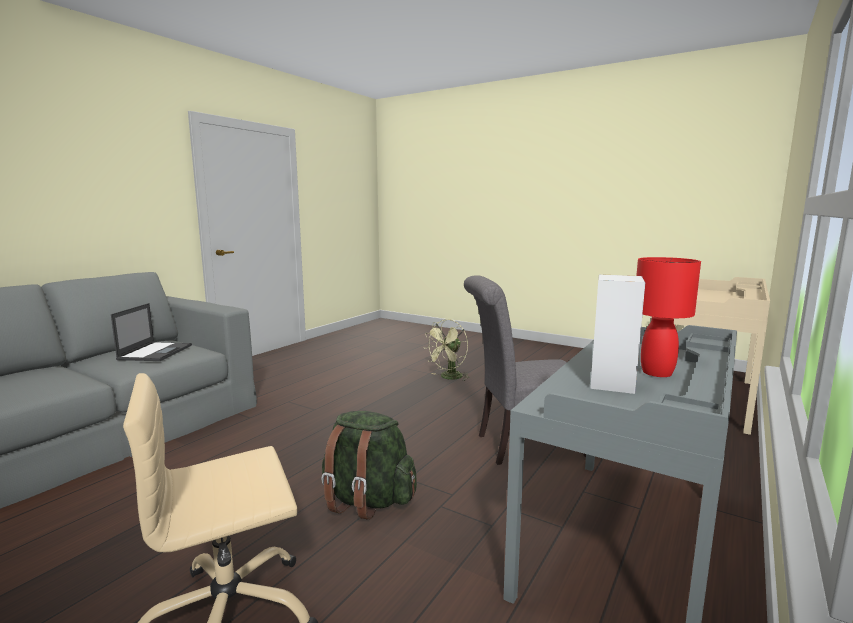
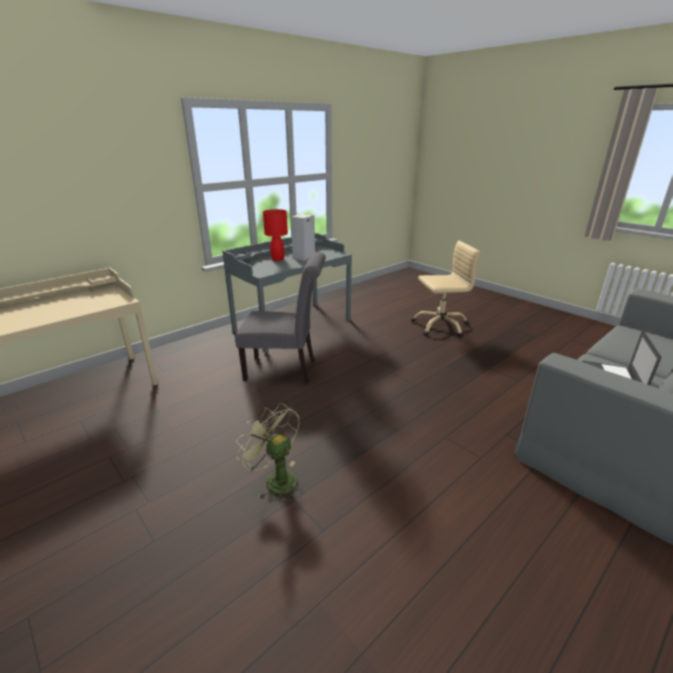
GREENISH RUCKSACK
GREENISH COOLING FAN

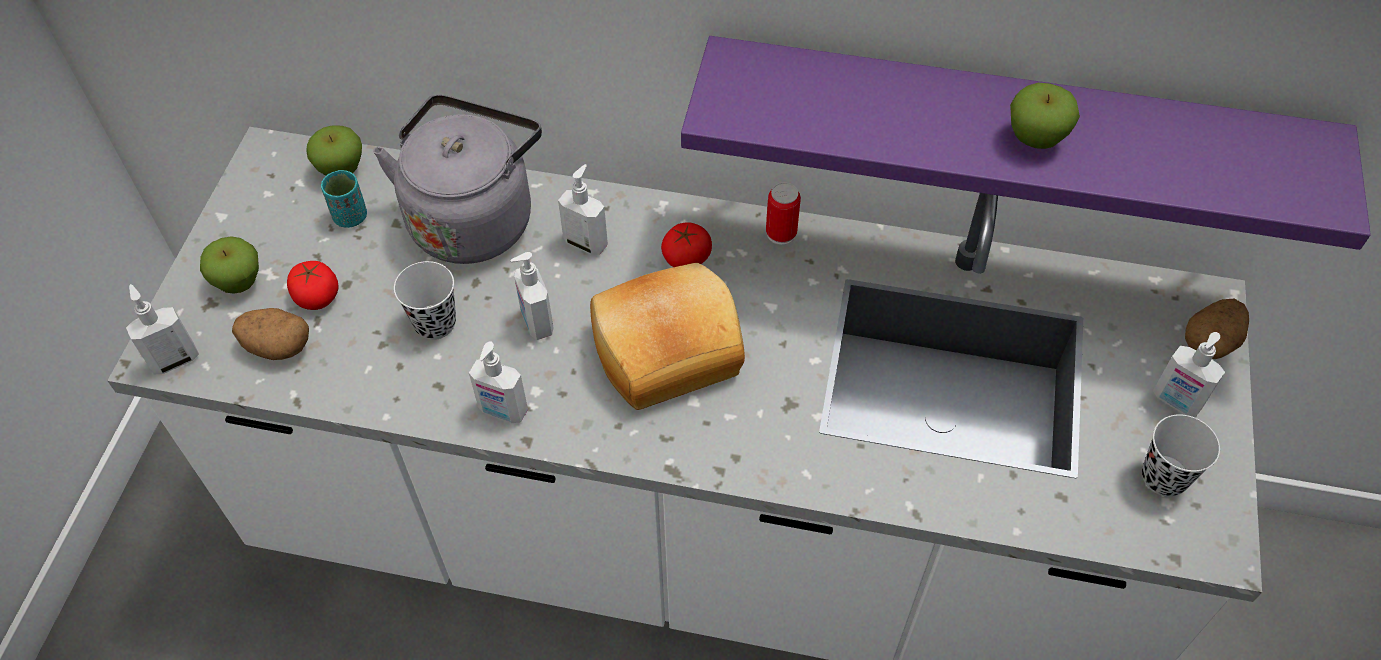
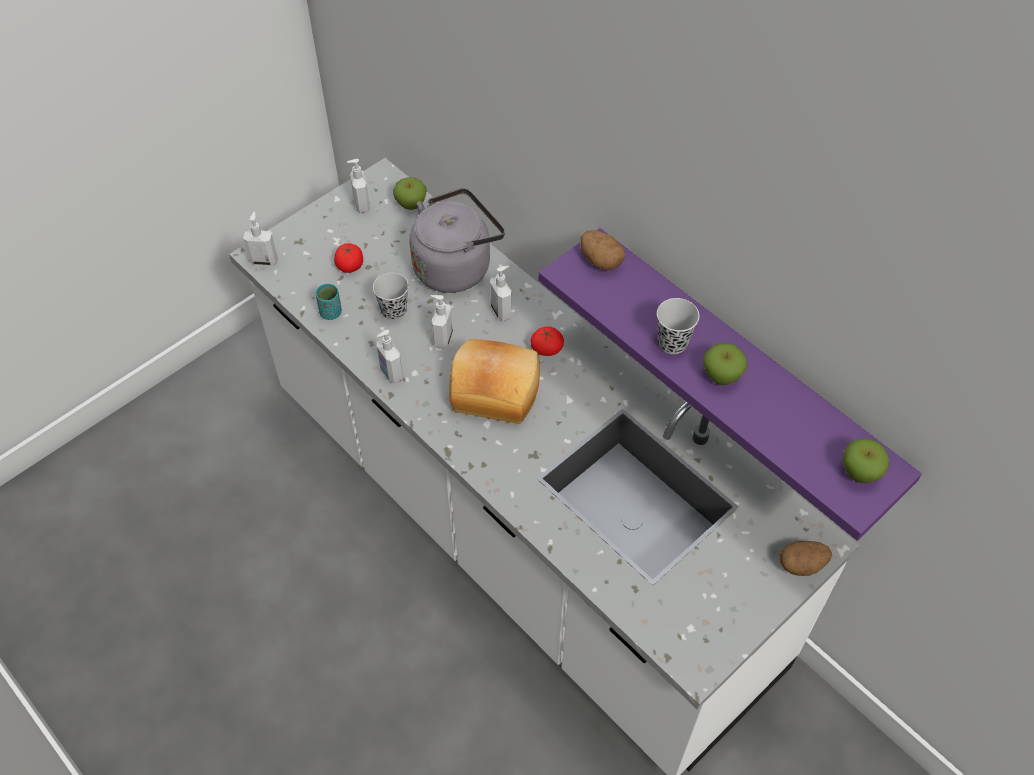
APPLE FRUIT (no. 3 from left)
WHOLE POTATO (no. 1 from left)
TURQUOISE-COLOURED DRINKING CUP
METAL CAN
BLACK DRINKING CUP (no. 2 from left)
LIQUID SOAP BOTTLE (no. 2 from left)

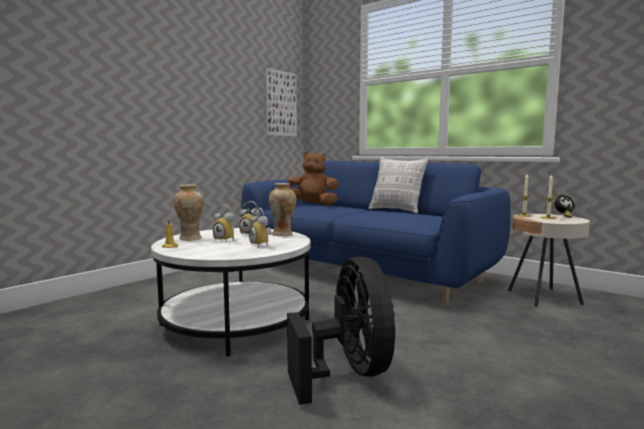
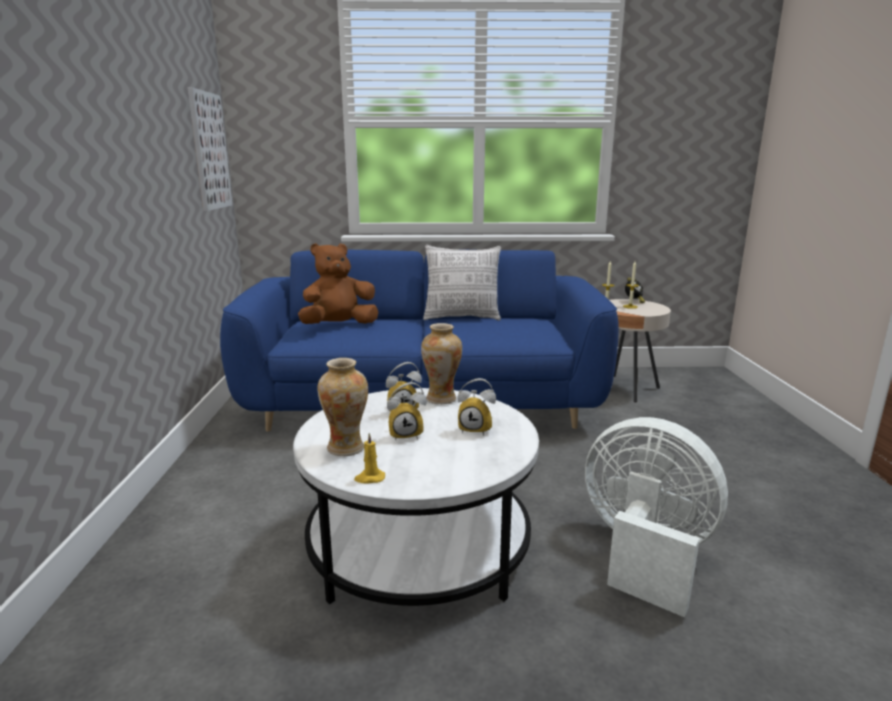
WHITISH COOLING FAN

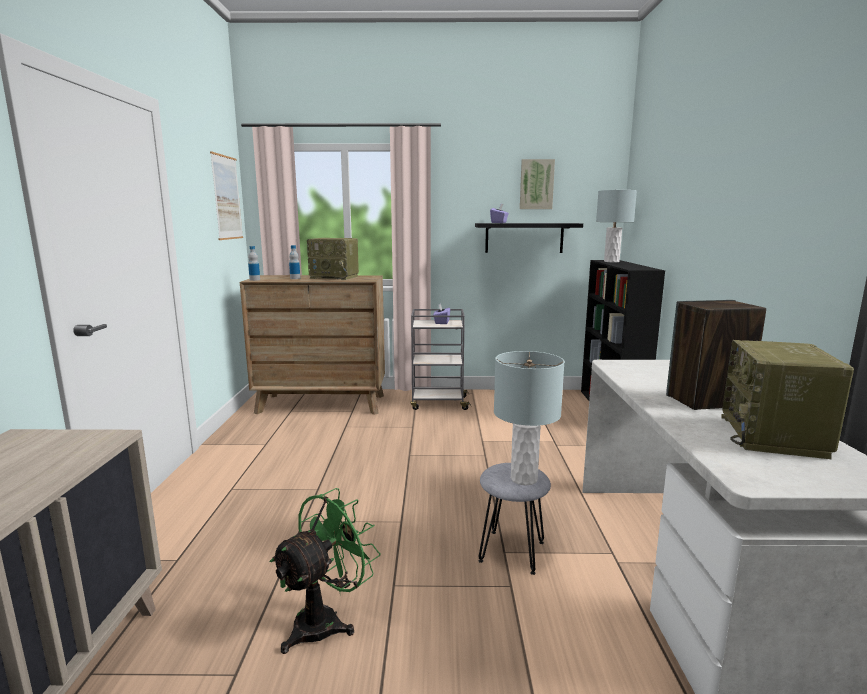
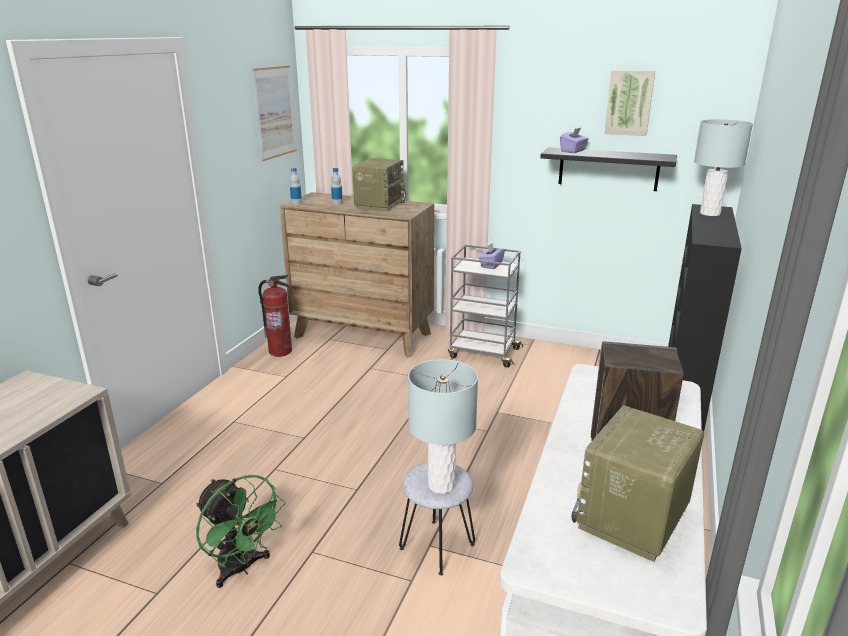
GREENISH COOLING FAN
RADIO SET (no. 1 from left)
FIRE EXTINGUISHER

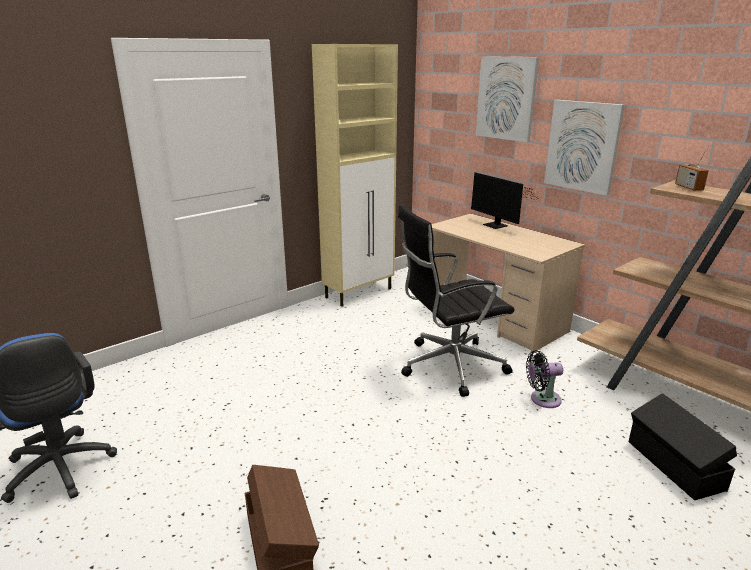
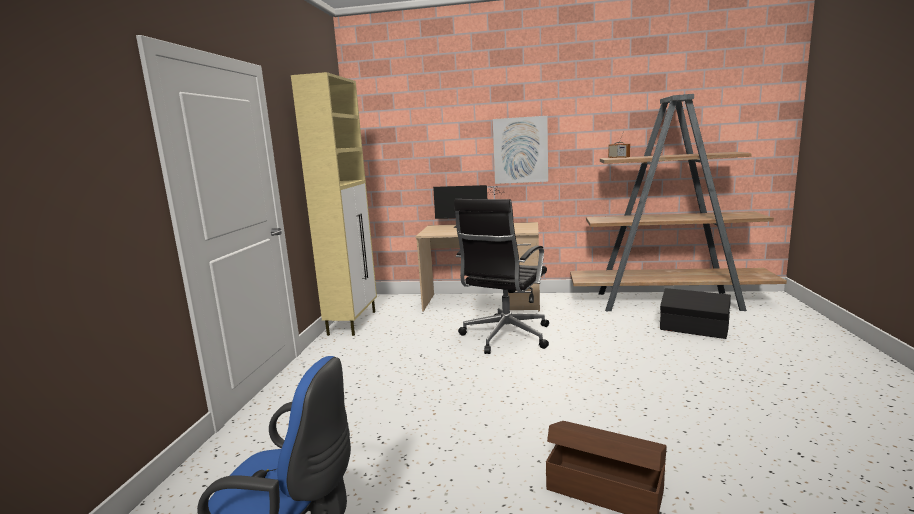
WALL ART (no. 1 from left in the first image)
BLACK COOLING FAN

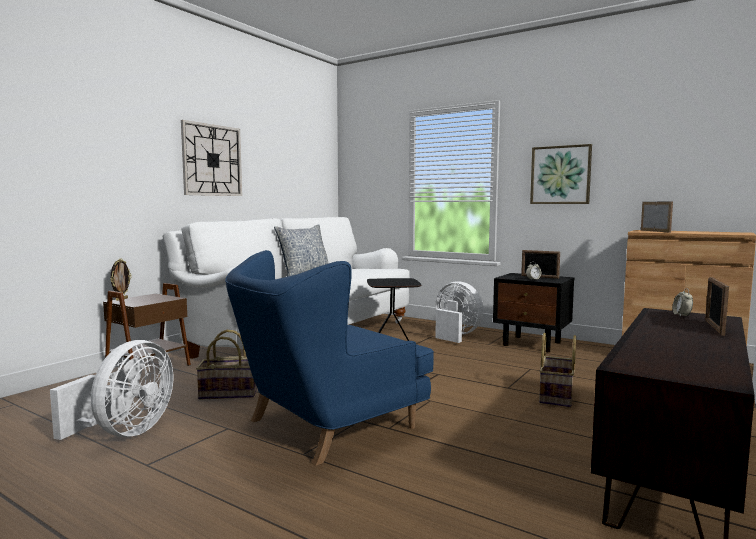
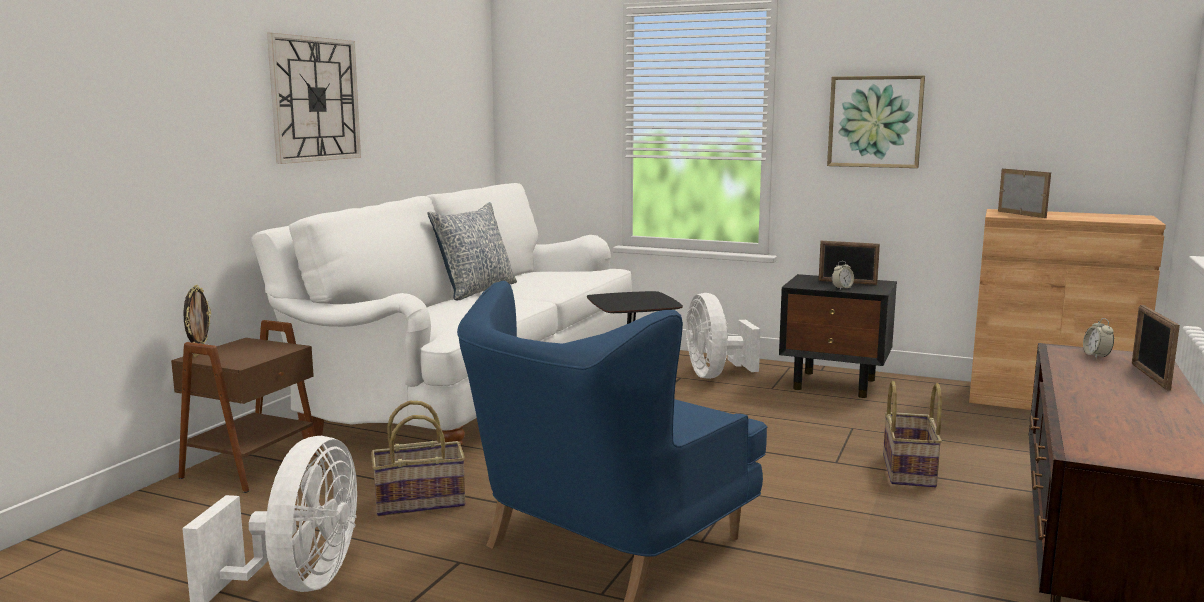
WHITISH COOLING FAN (no. 2 from left)

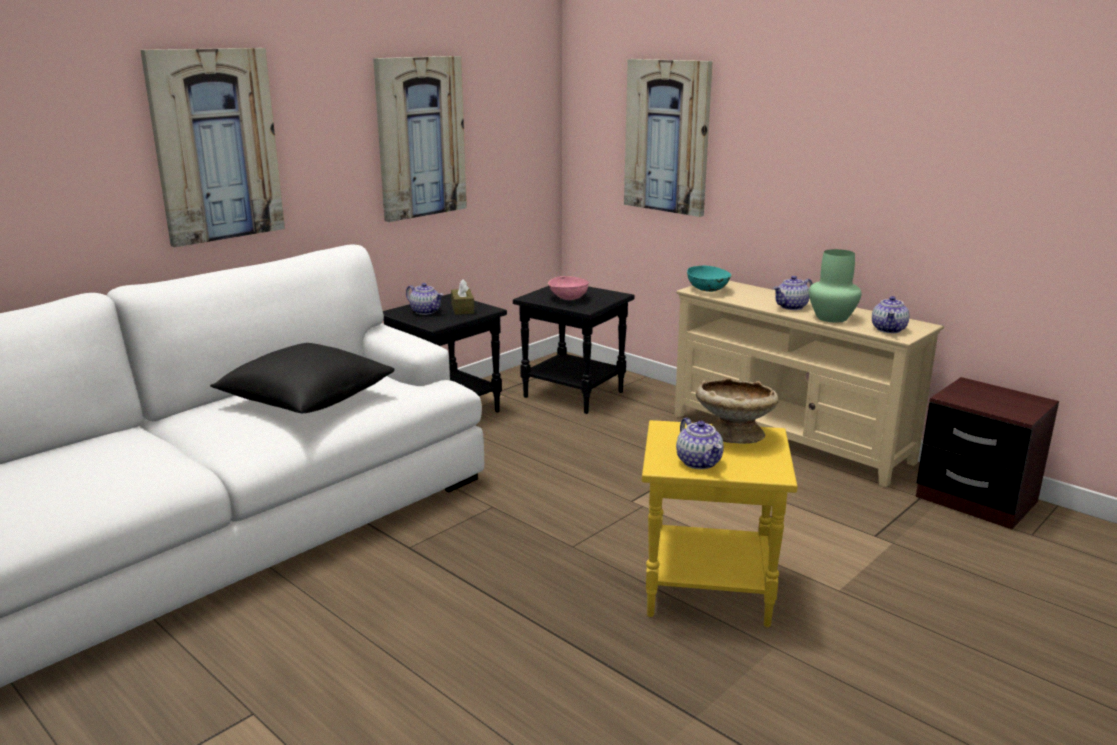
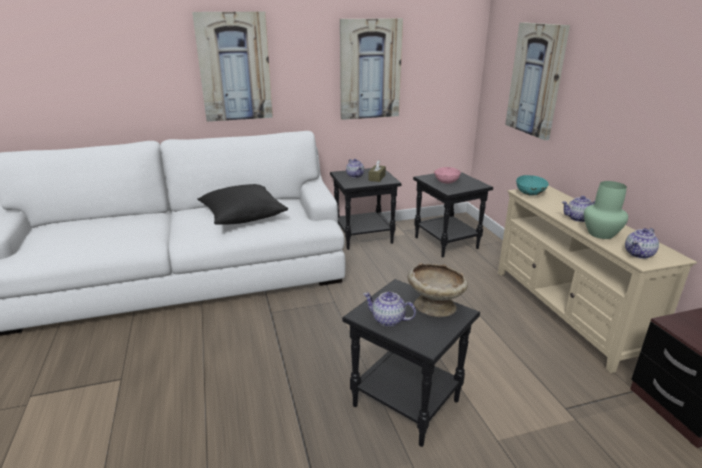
BLACK SIDE TABLE (no. 2 from left)
POT FOR TEA (no. 2 from left)

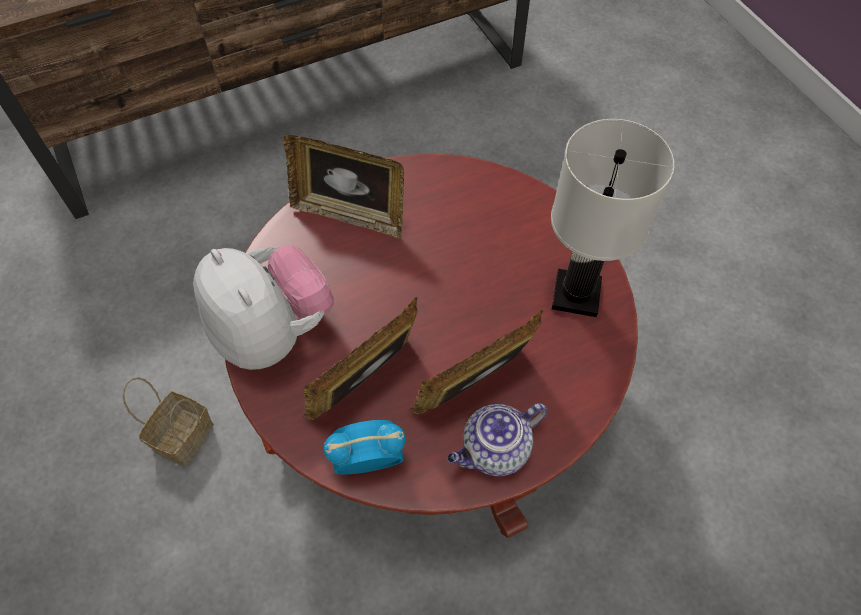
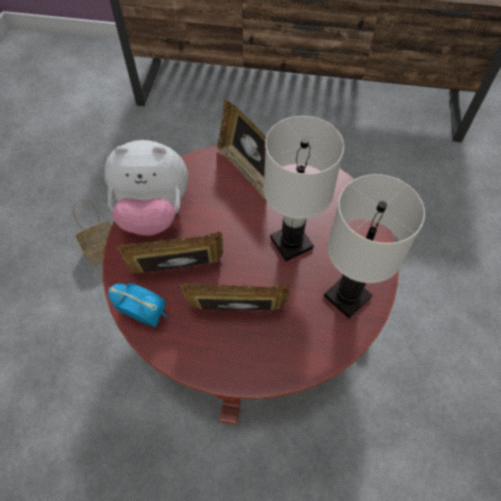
PLUSH TOY
POT FOR TEA
WHITISH TABLE LAMP (no. 1 from left)

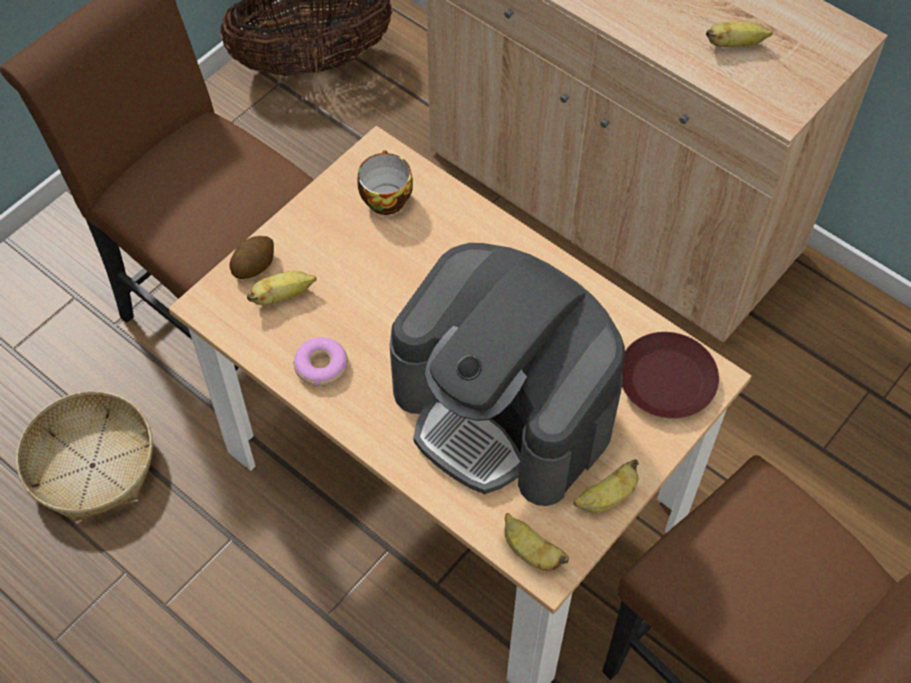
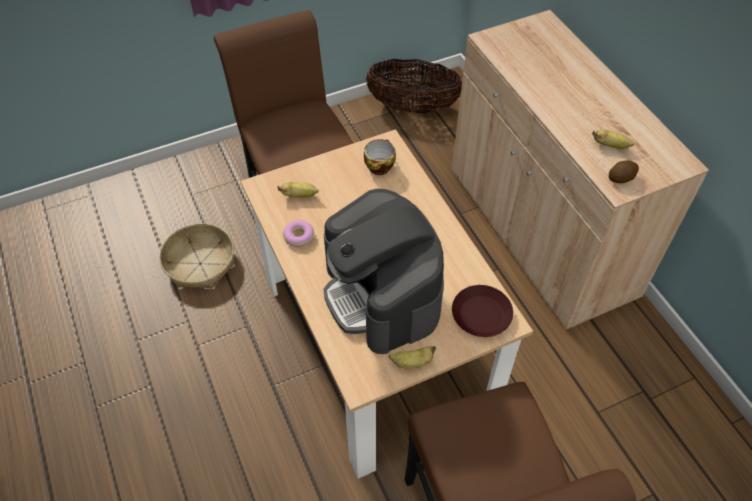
WHOLE POTATO
BANANA FRUIT (no. 2 from left in the first image)

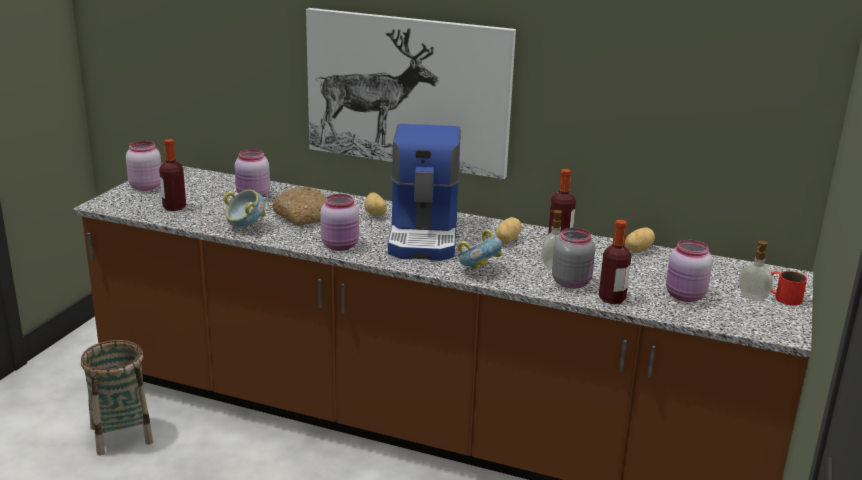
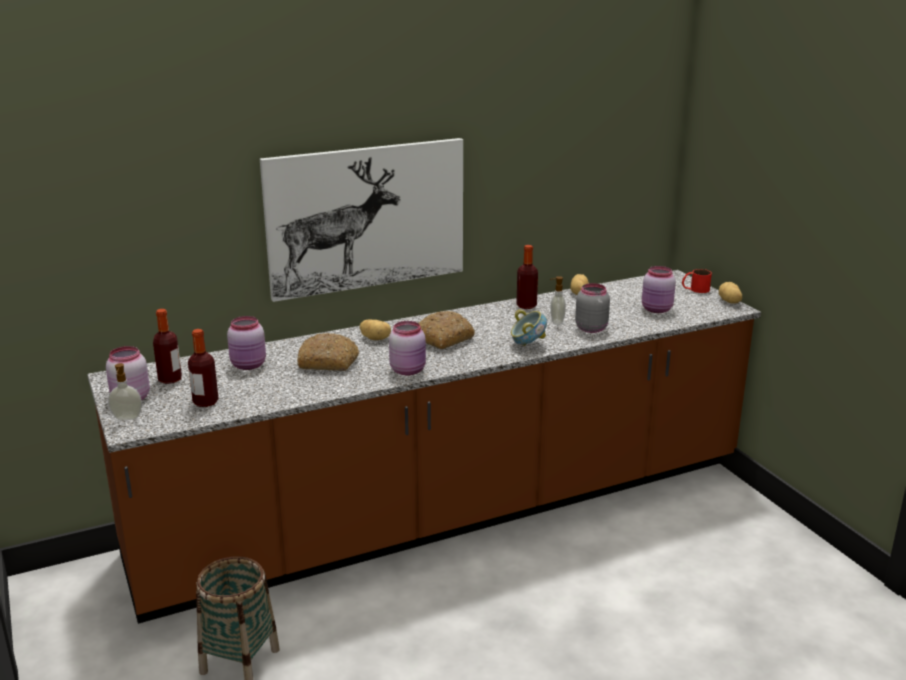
SERVING BOWL (no. 1 from left in the first image)
BAKED BREAD (no. 2 from left)
WHOLE POTATO (no. 3 from left)
DRINK BOTTLE (no. 1 from left)
LIQUID SOAP BOTTLE (no. 1 from left)

